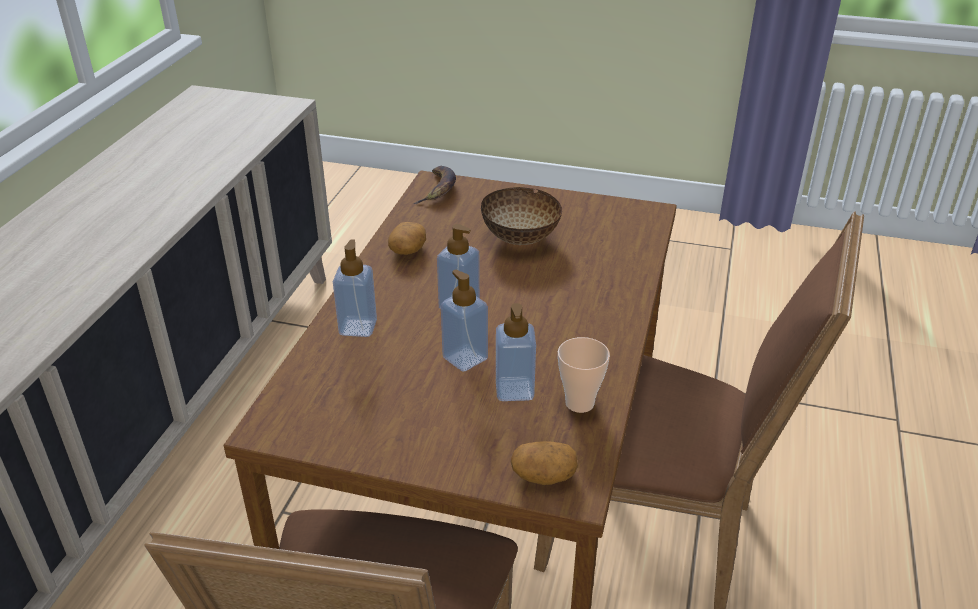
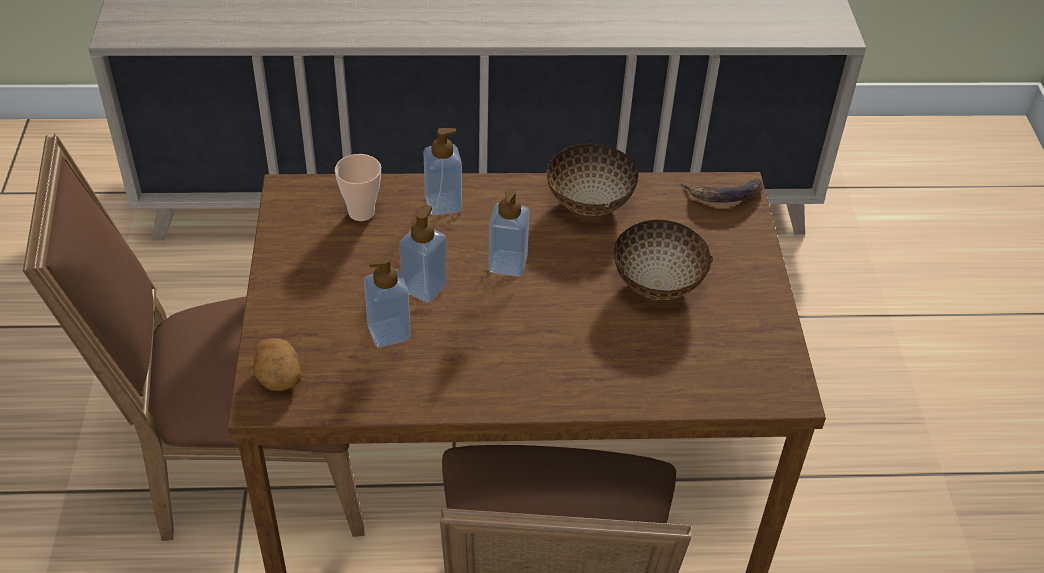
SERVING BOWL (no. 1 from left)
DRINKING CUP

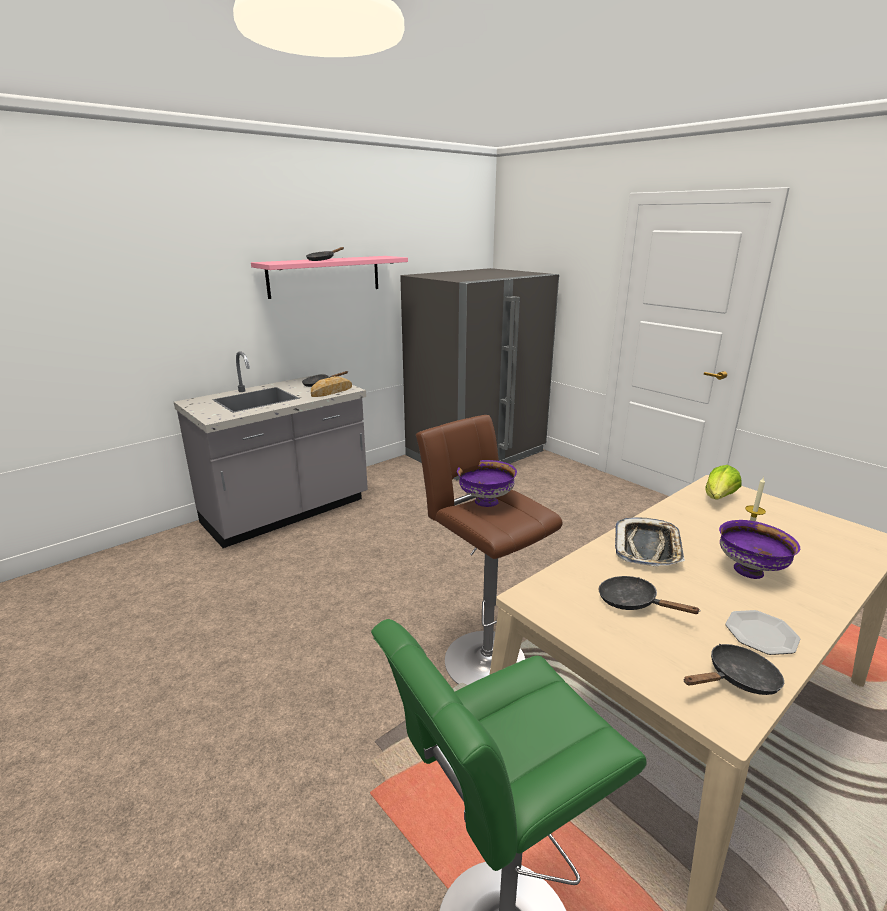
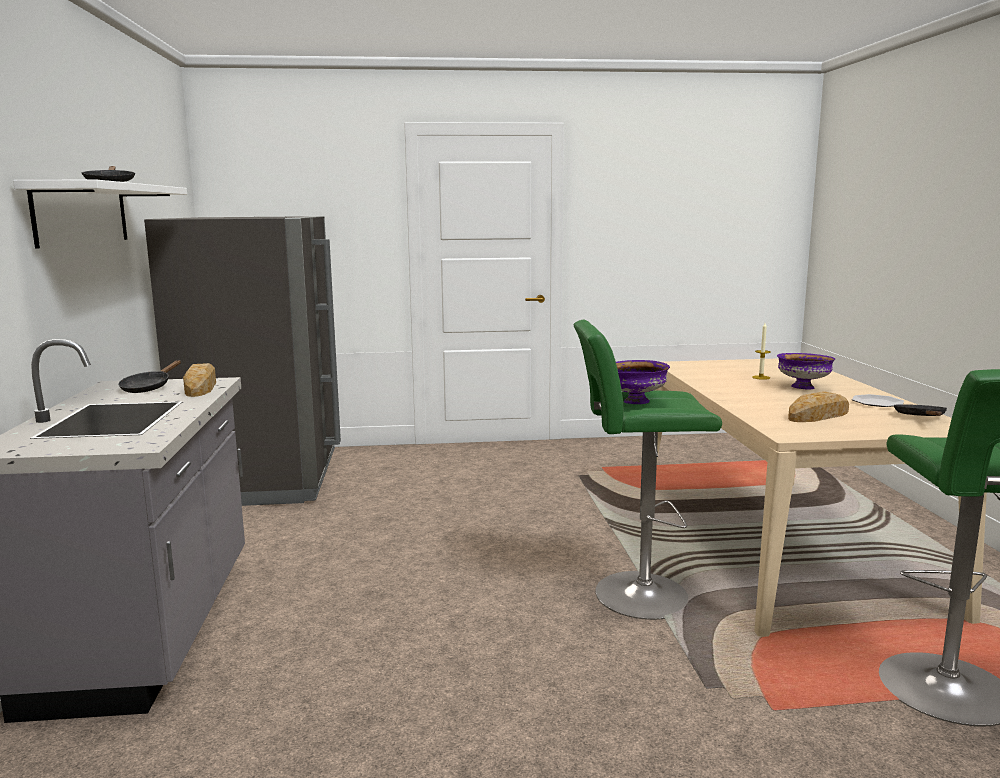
WHITISH SHELF
GREENISH STOOL SEAT (no. 1 from left)
BAKED BREAD (no. 2 from left)
CARRYING TRAY
HEAD OF LETTUCE

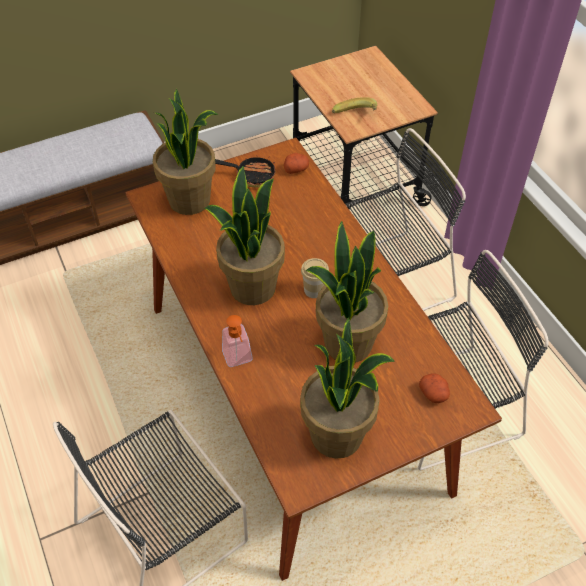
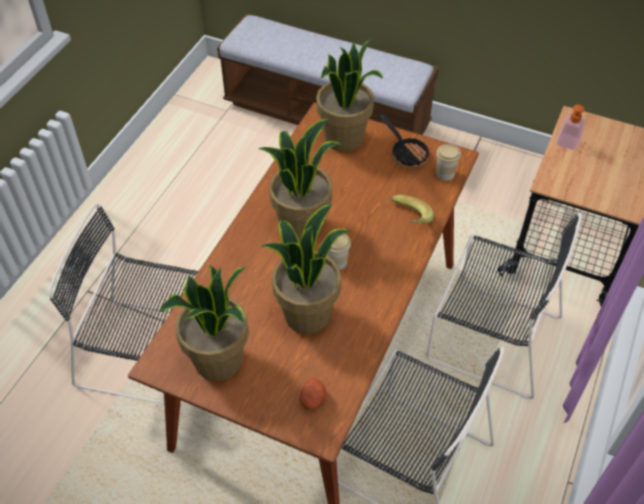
LIQUID SOAP BOTTLE
DRINKING CUP (no. 2 from left)
BANANA FRUIT

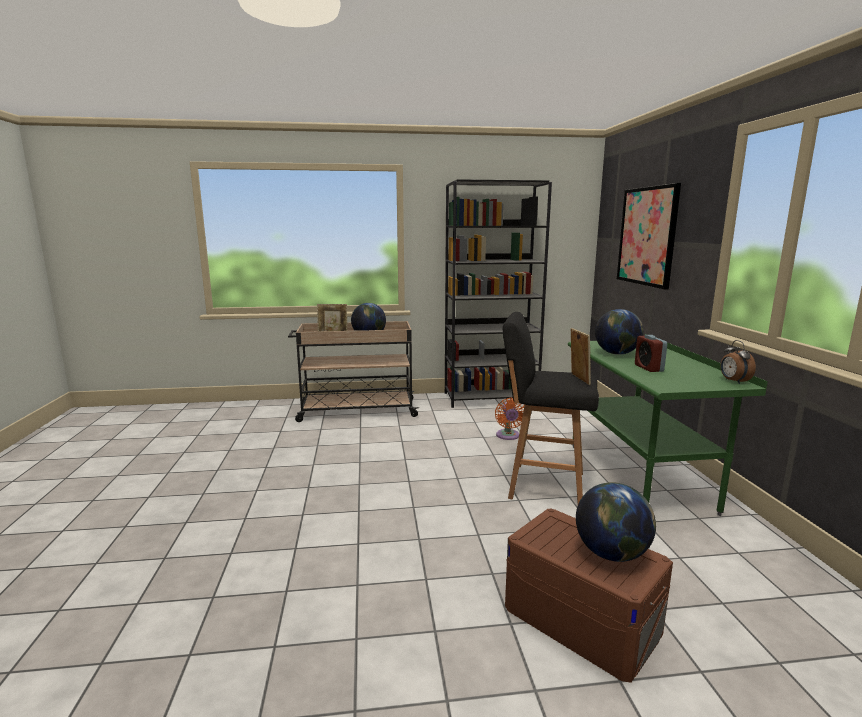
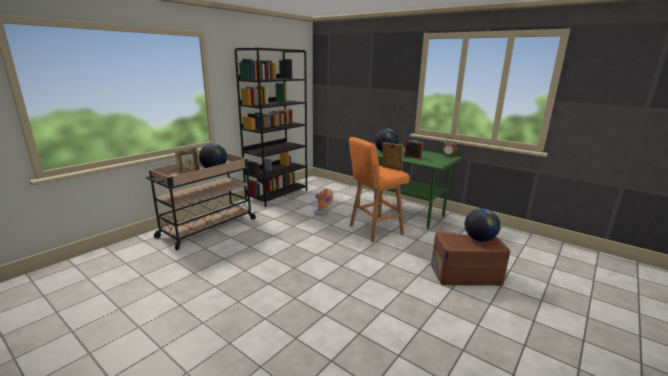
ORANGE-COLOURED STOOL SEAT
WALL ART

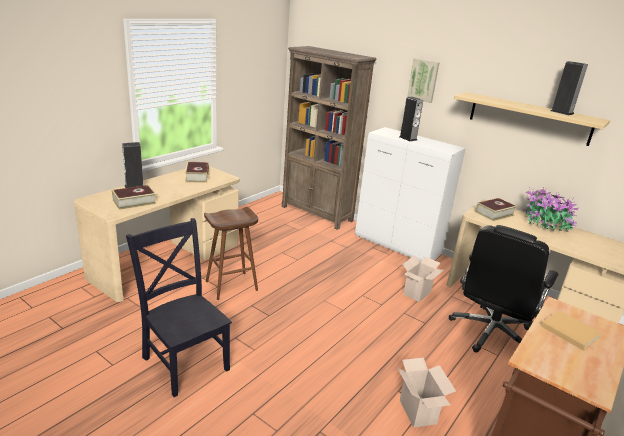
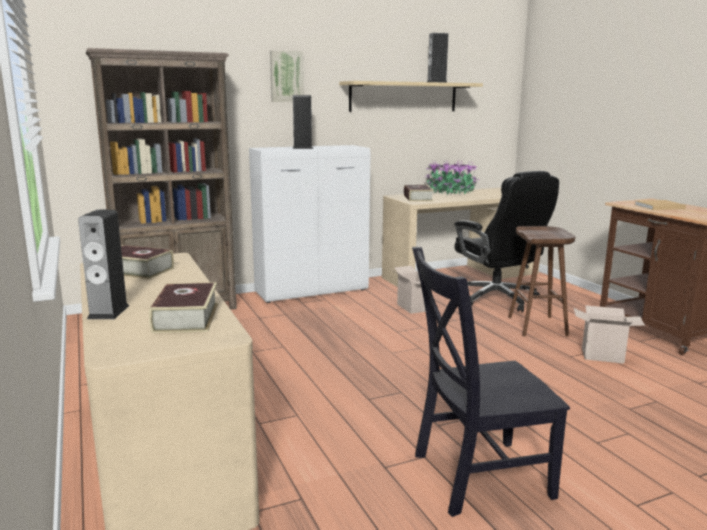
BROWN STOOL SEAT

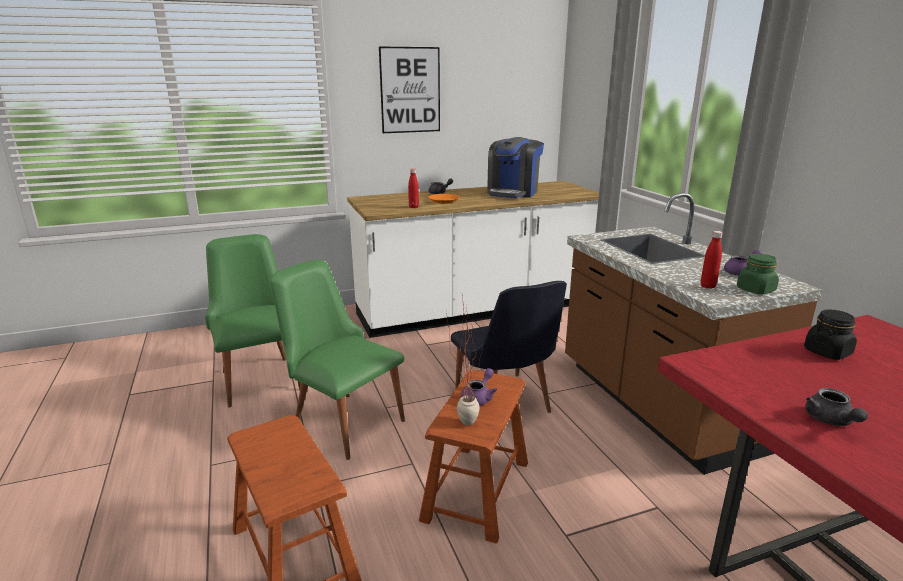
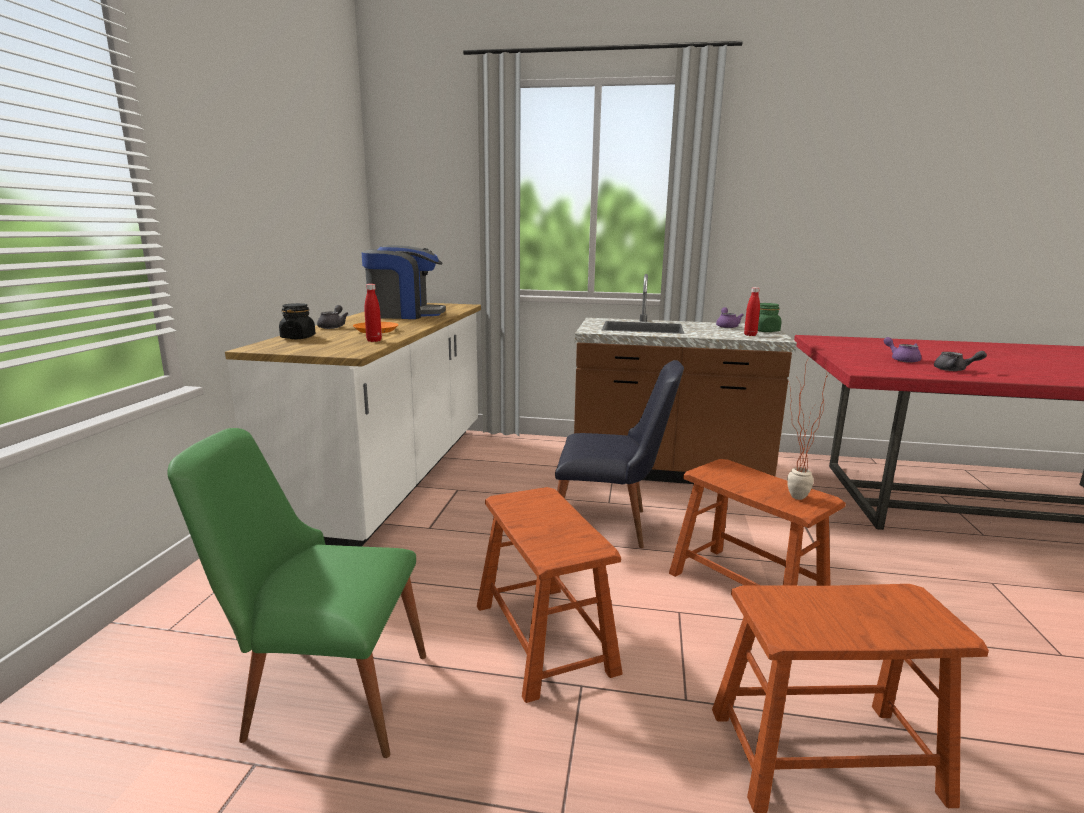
BROWN STOOL SEAT (no. 1 from left)
WALL ART
PURPLE POT FOR TEA (no. 2 from left)
COFFEE BREWER
BLACK PRESERVE JAR

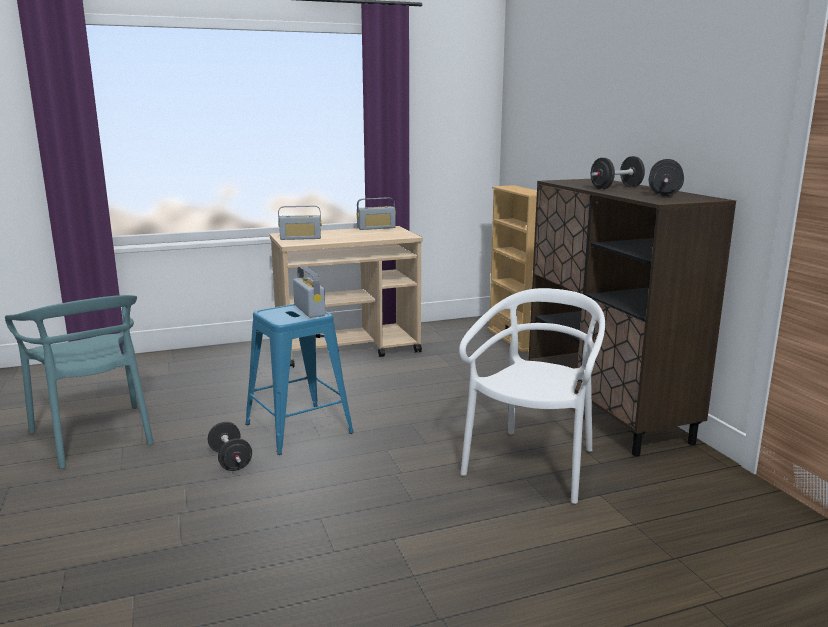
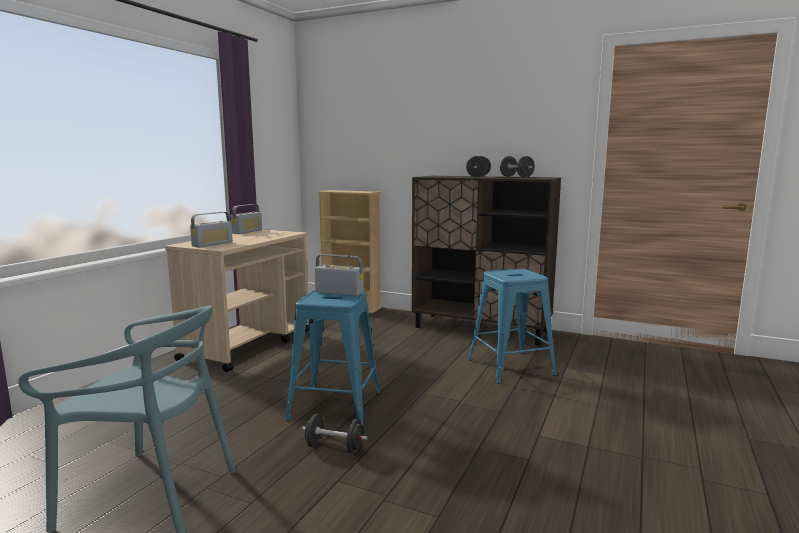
BLUE STOOL SEAT (no. 2 from left)

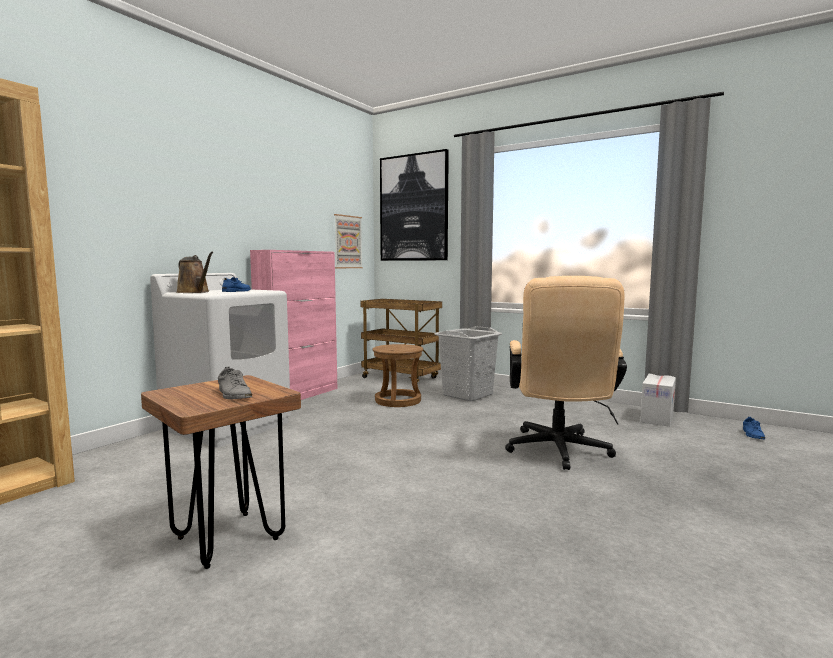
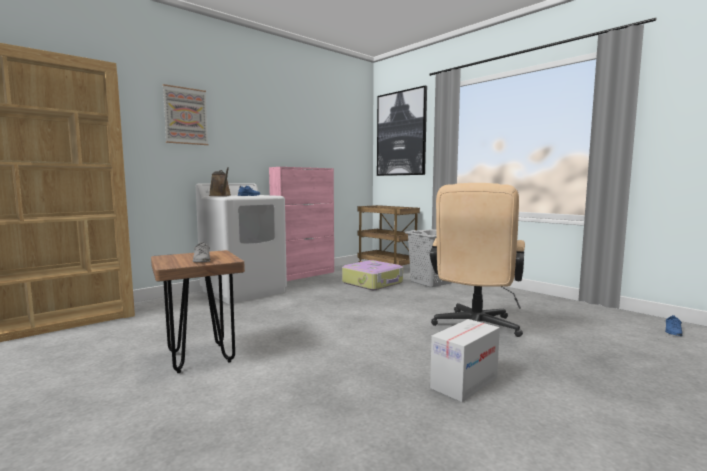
WALL ART (no. 1 from left)
SUITCASE
CARDBOARD BOX

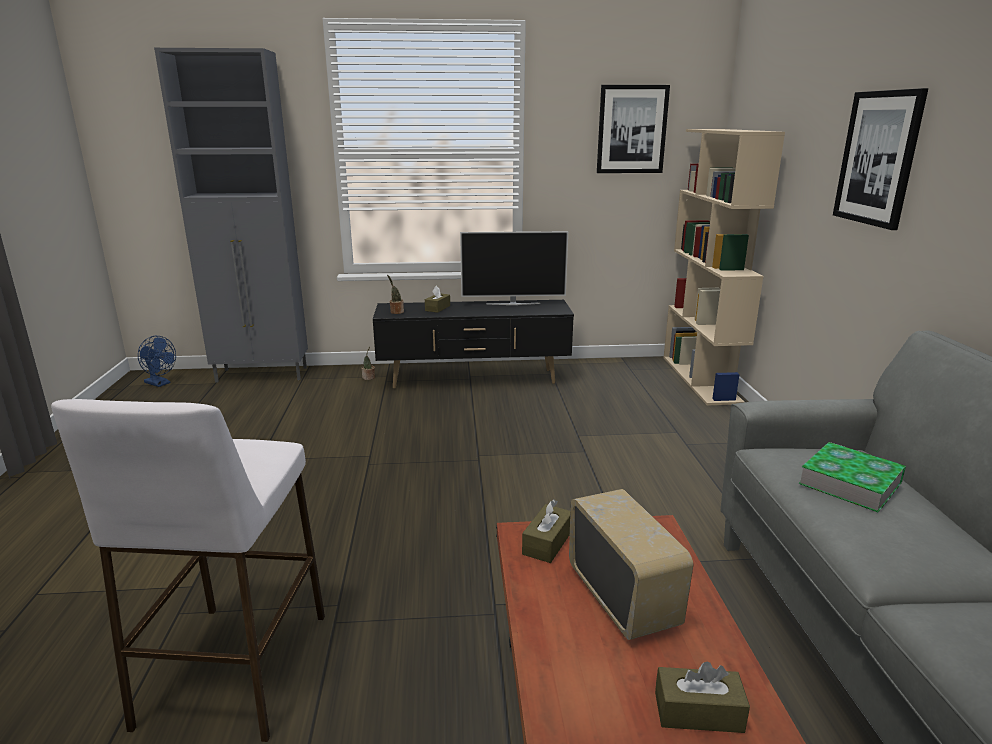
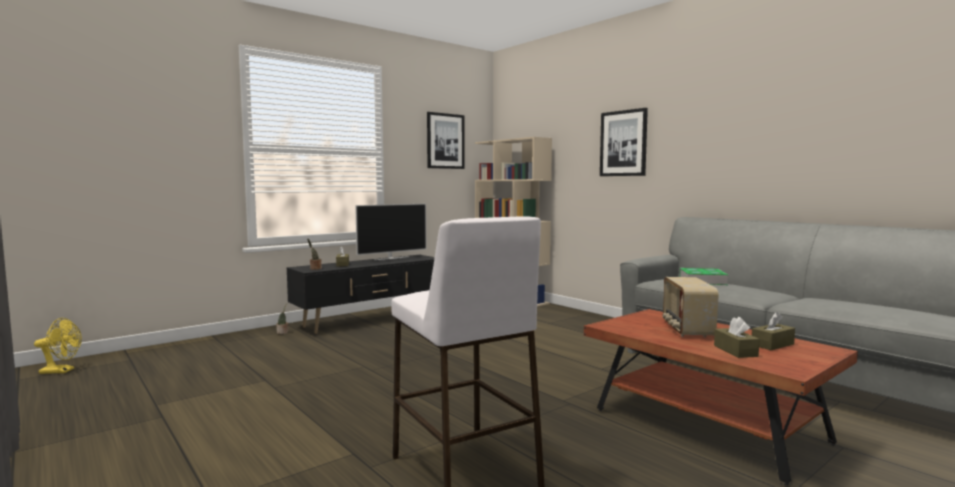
YELLOWISH COOLING FAN
GREYISH CABINET
BROWN TISSUE HOLDER (no. 2 from left)
RADIO SET

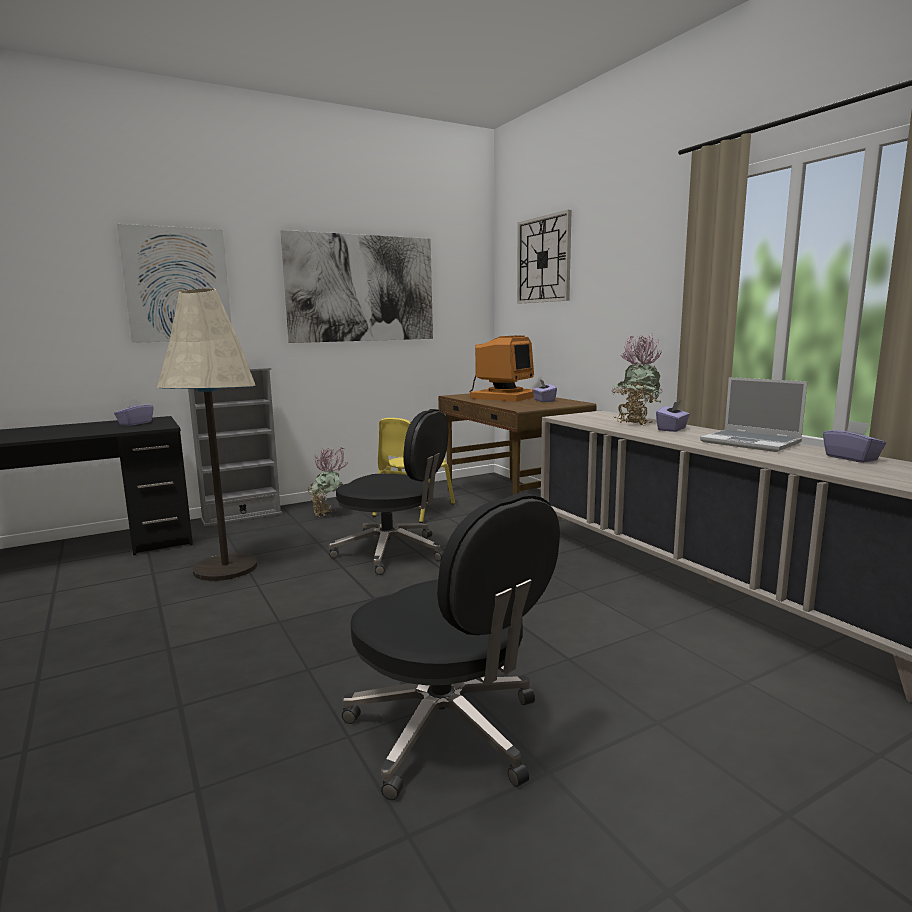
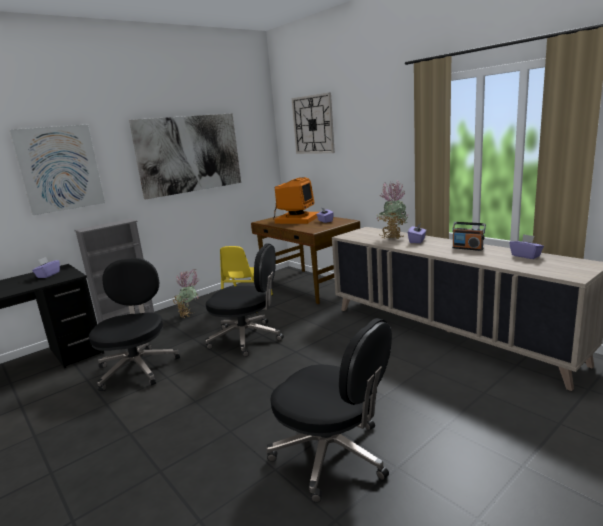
BLACK DESK CHAIR (no. 1 from left)
RADIO SET

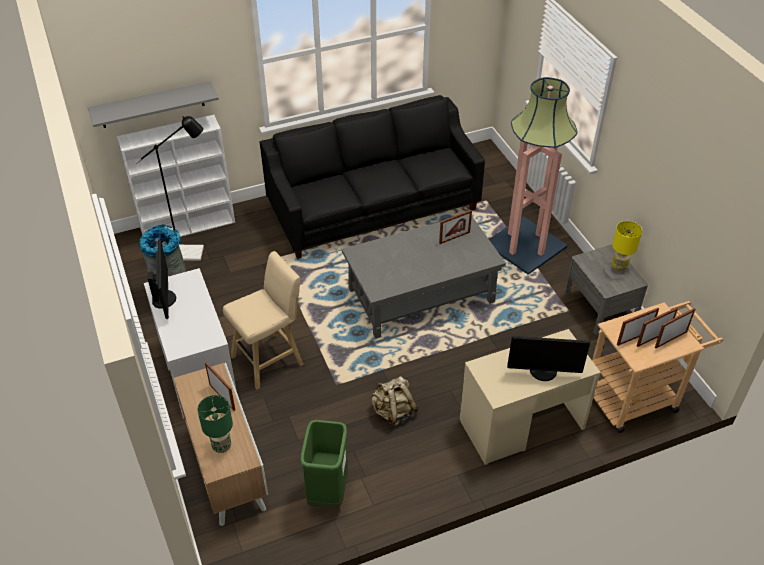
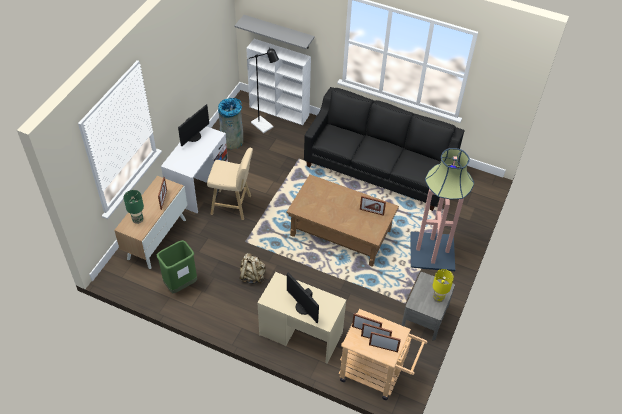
BROWN LOW TABLE

